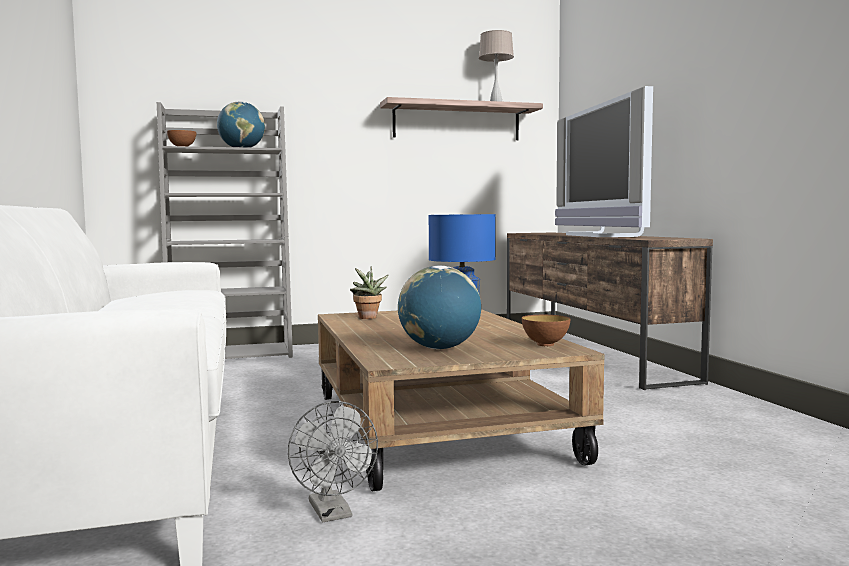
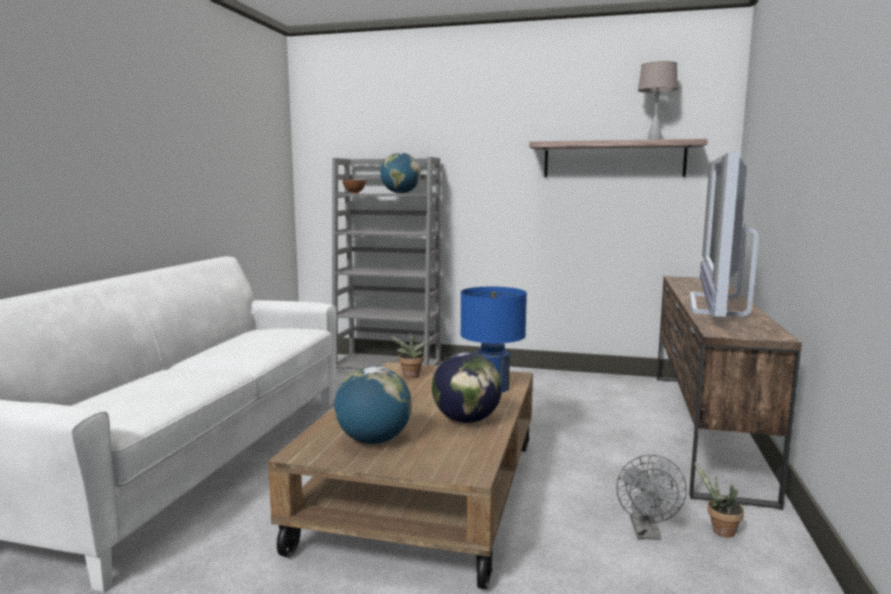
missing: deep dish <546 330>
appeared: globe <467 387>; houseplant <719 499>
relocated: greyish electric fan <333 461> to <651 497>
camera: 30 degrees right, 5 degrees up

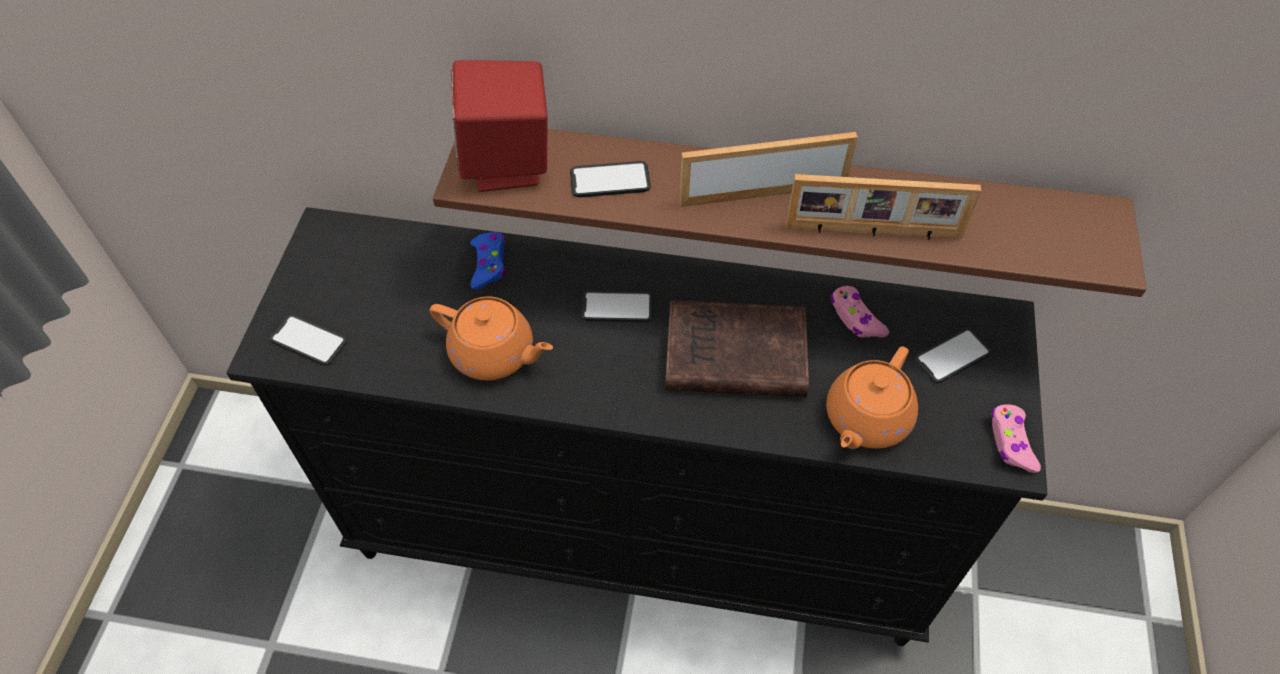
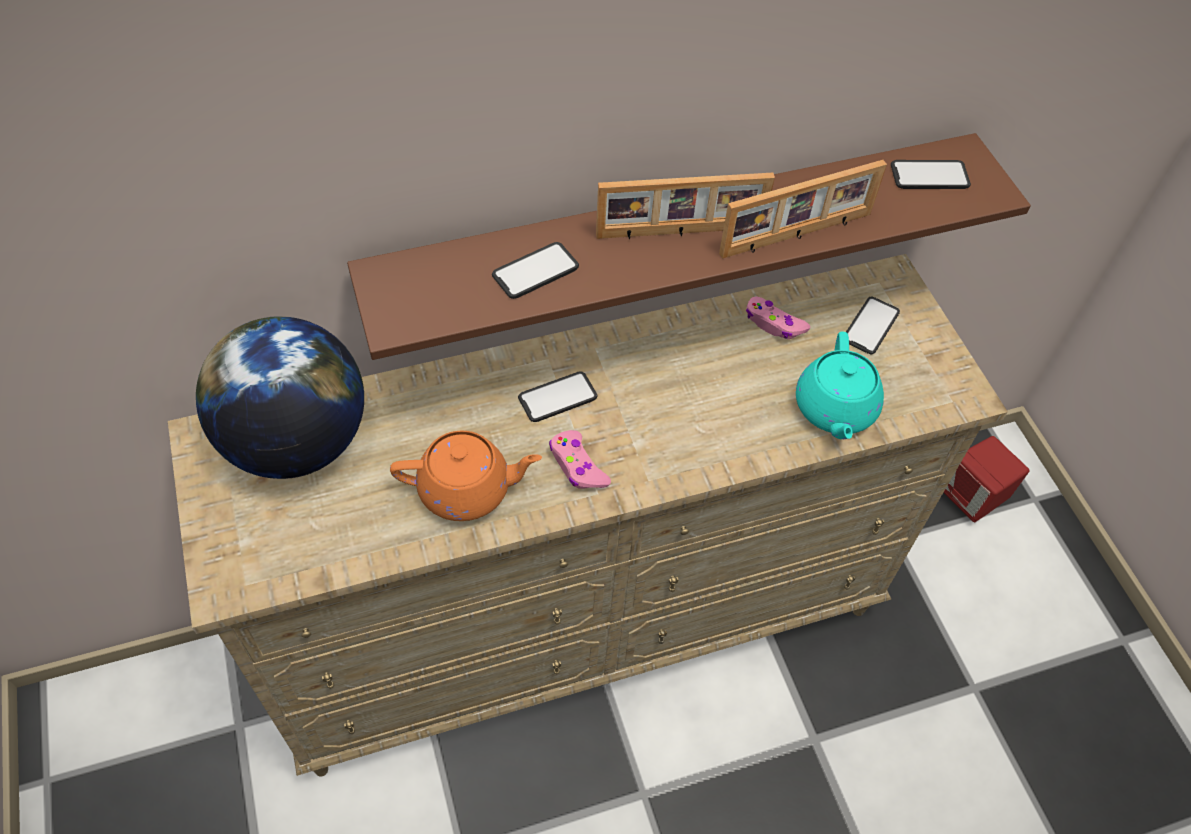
missing: bluish joypad <487 261>; brown volume <737 349>
appeared: globe <280 397>
relocated: handset <308 340> to <931 174>; red loudspeaker <499 126> to <986 479>; pinkish joypad <1016 438> to <580 459>
colour: blackish chest of drawers <637 426> to beige-coloured chest of drawers <588 515>; orangey teapot <872 397> to blue-green teapot <840 385>
spun: picture frame <768 169> = <685 206> 150 degrees counterclockwise
camera: 30 degrees left, 0 degrees up

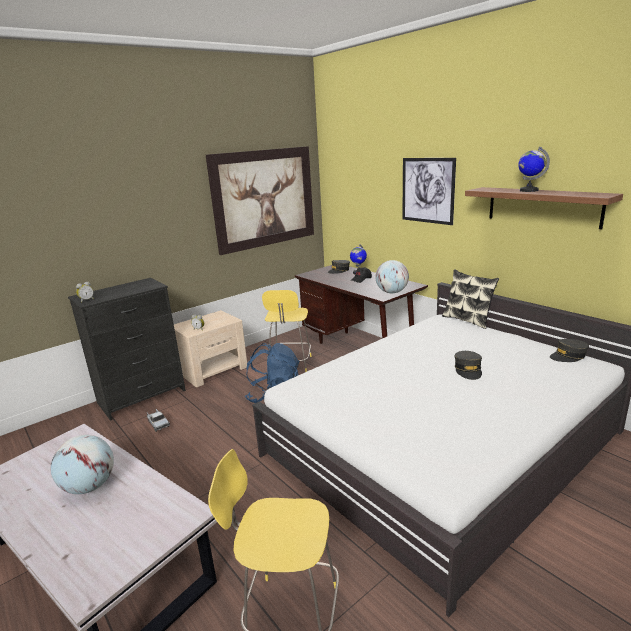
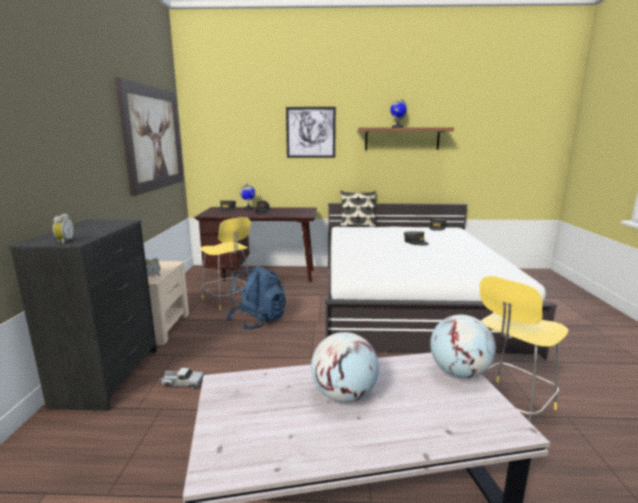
relocated: globe <392 276> to <463 346>
camera: 50 degrees left, 5 degrees down

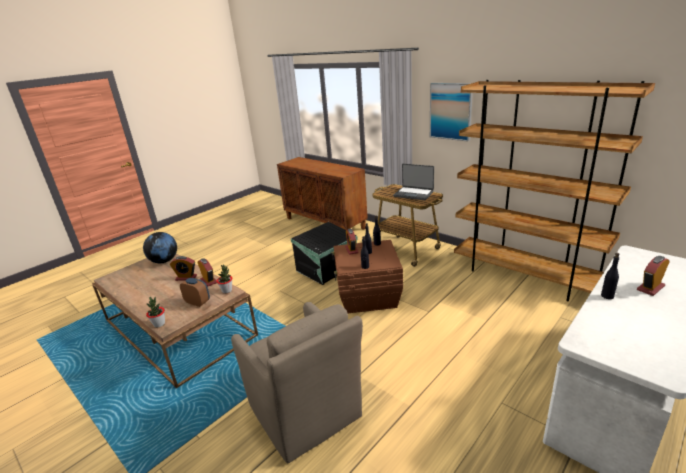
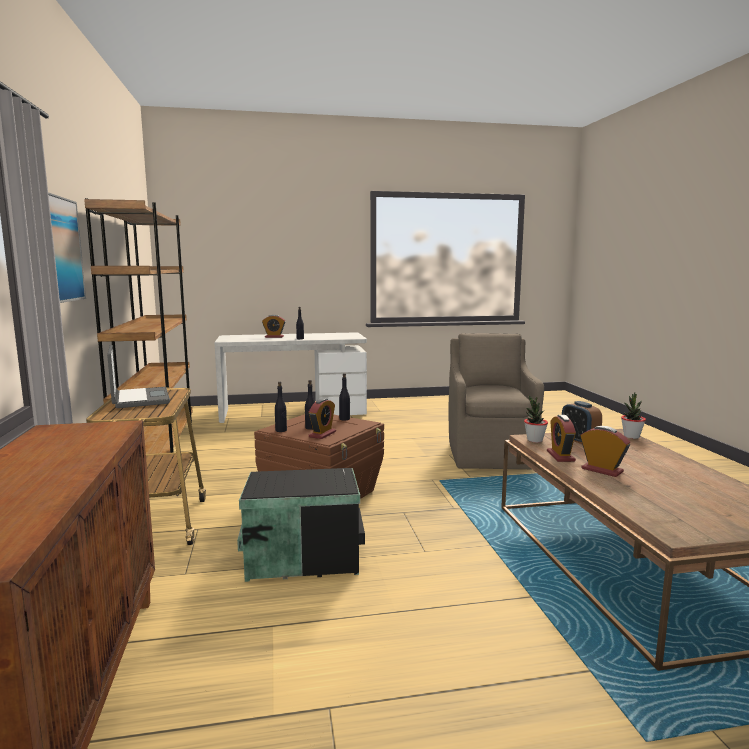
missing: globe <160 247>
camera: 145 degrees left, 15 degrees down

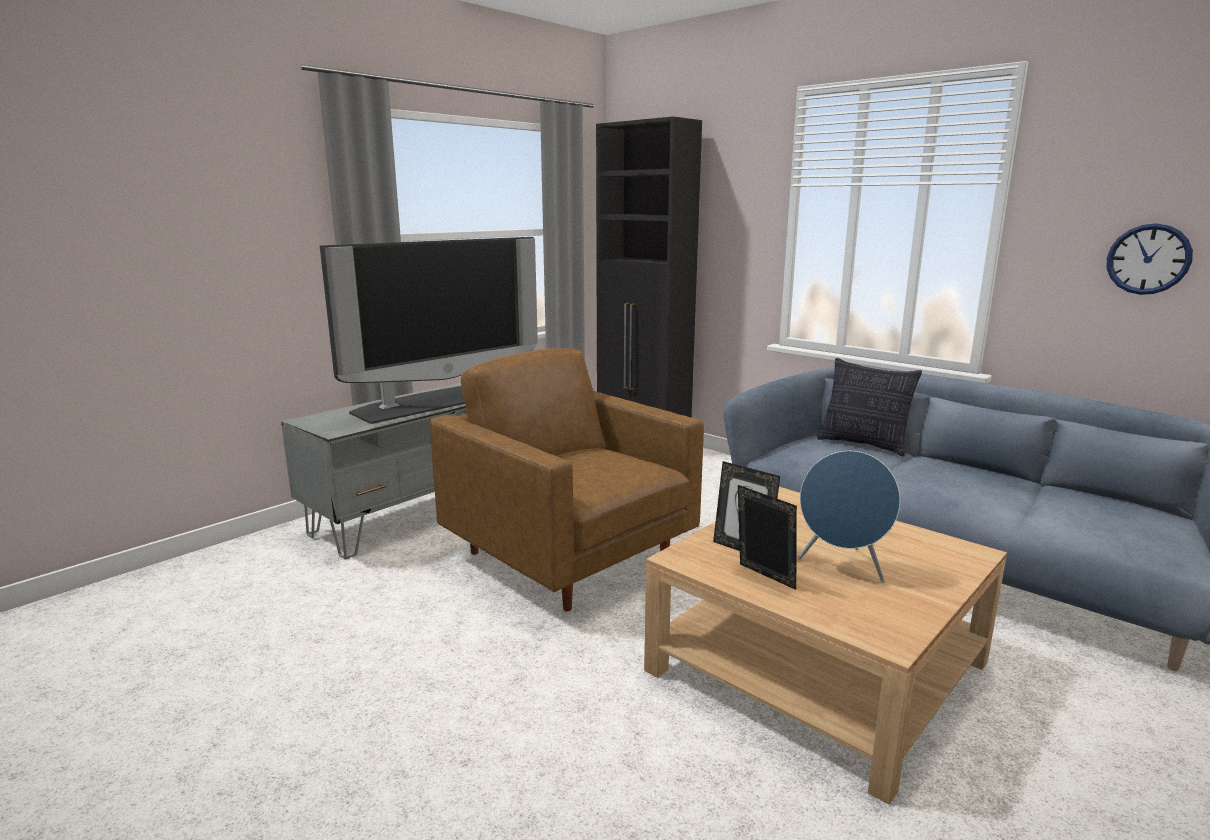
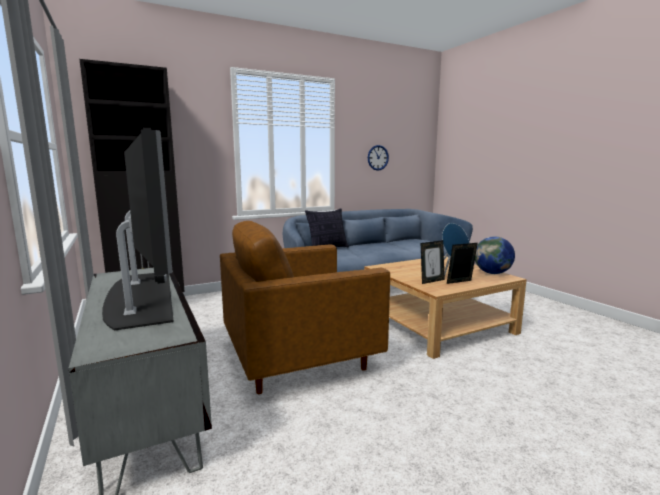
appeared: globe <495 255>
camera: 70 degrees left, 5 degrees down

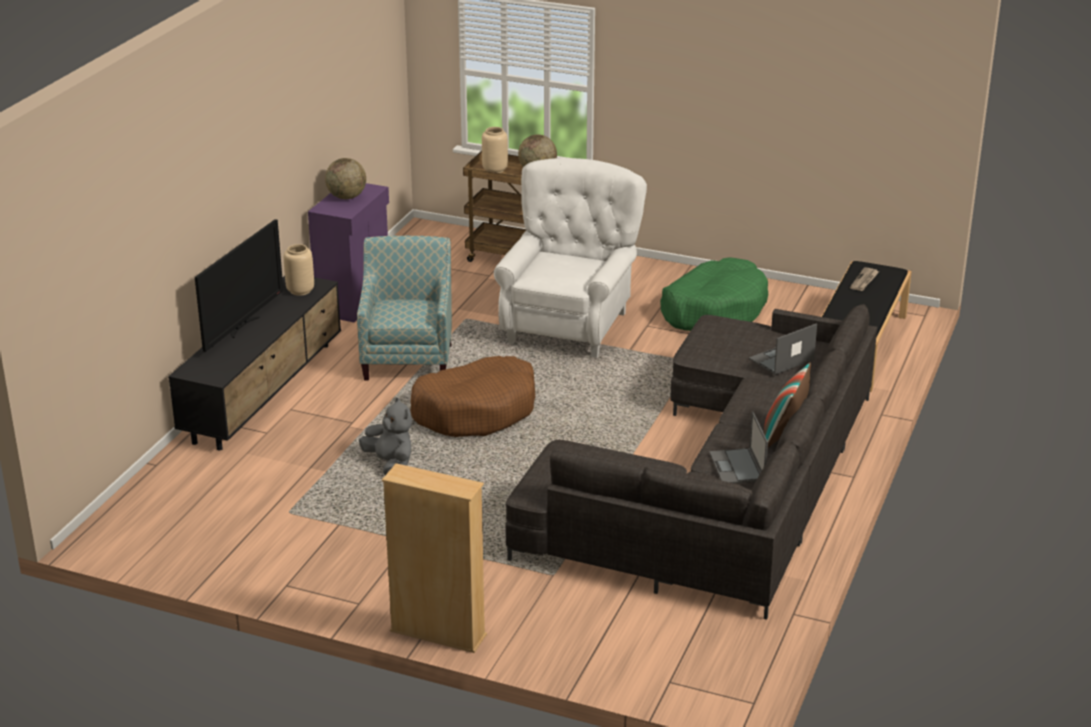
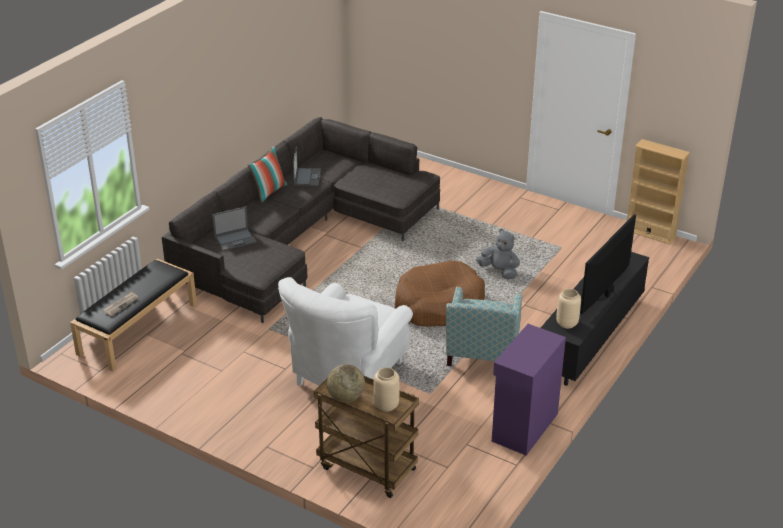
missing: globe <345 178>; green-coloured dog cushion <714 294>
relocated: beige-coloured bookshelf <434 558> to <658 192>
spun: greyish soft toy <385 436> = <498 254> 150 degrees clockwise
camera: 170 degrees left, 5 degrees up

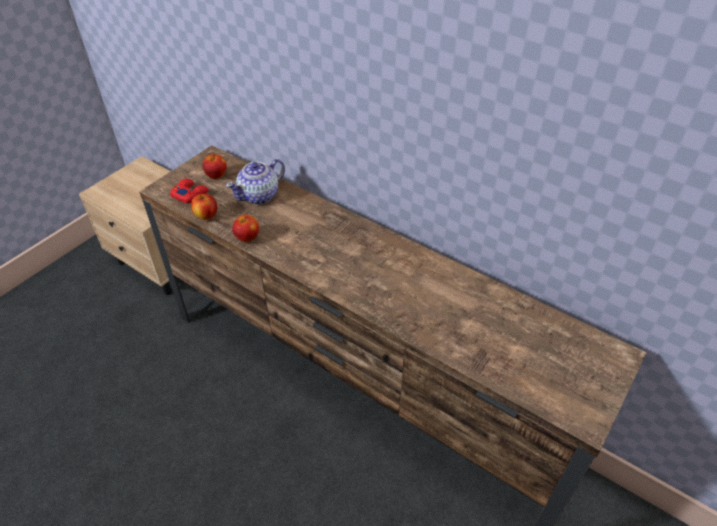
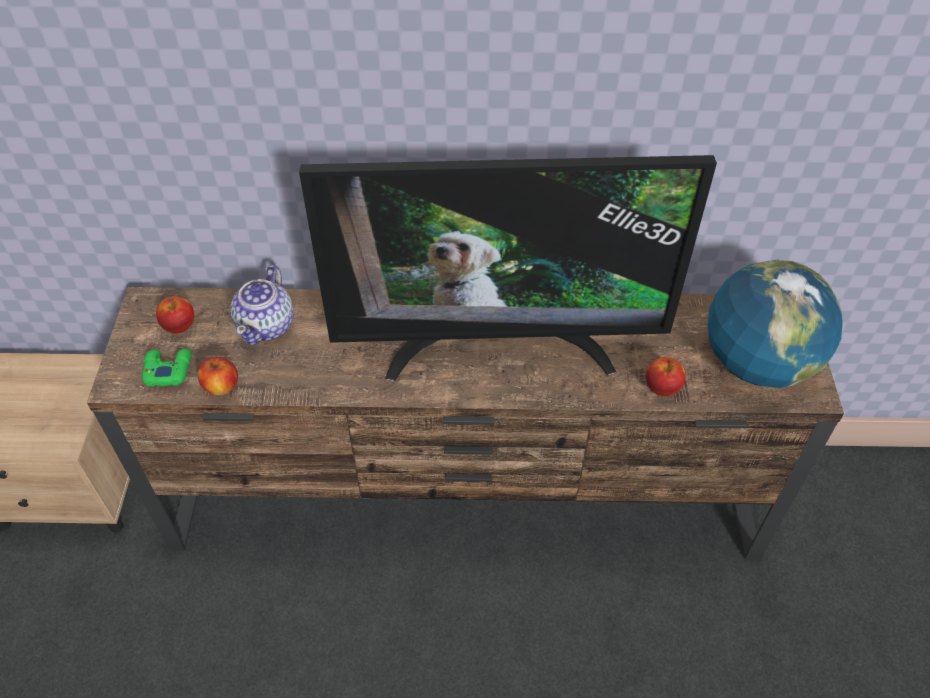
appeared: TV <508 268>; globe <775 323>
relocated: apple fruit <245 228> to <666 376>
colour: red joypad <189 191> to green-coloured joypad <167 367>
camera: 35 degrees left, 5 degrees up

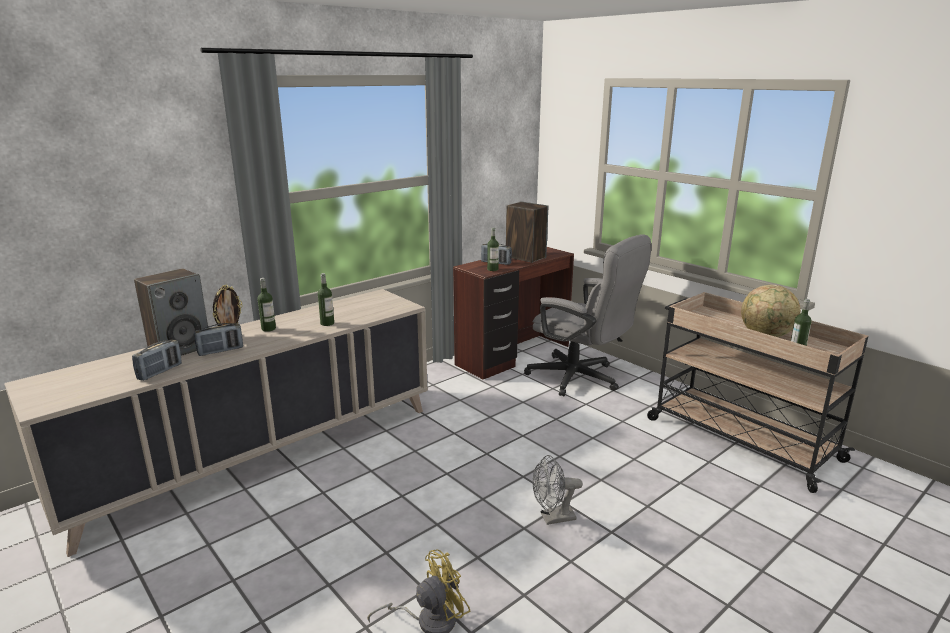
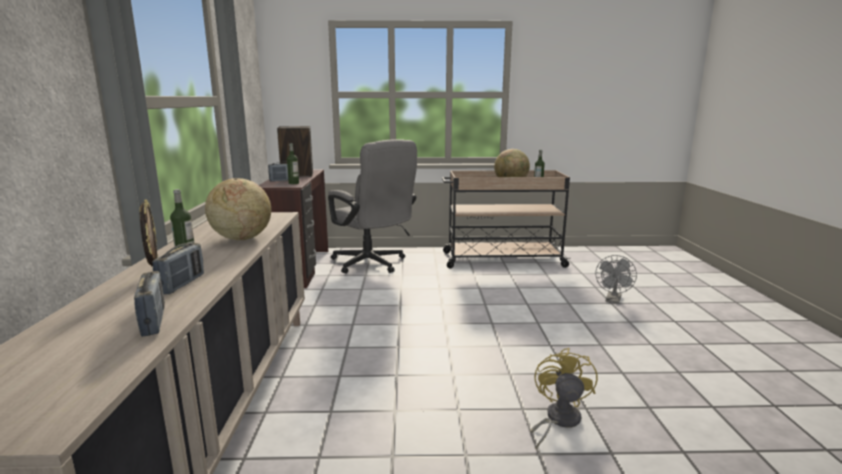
missing: loudspeaker <171 312>
relocated: greyish electric fan <558 490> to <616 279>
exchanged: beverage bottle <326 299> to globe <238 209>
spun: greyish computer chair <588 315> = <372 206> 60 degrees clockwise
camera: 50 degrees left, 5 degrees down

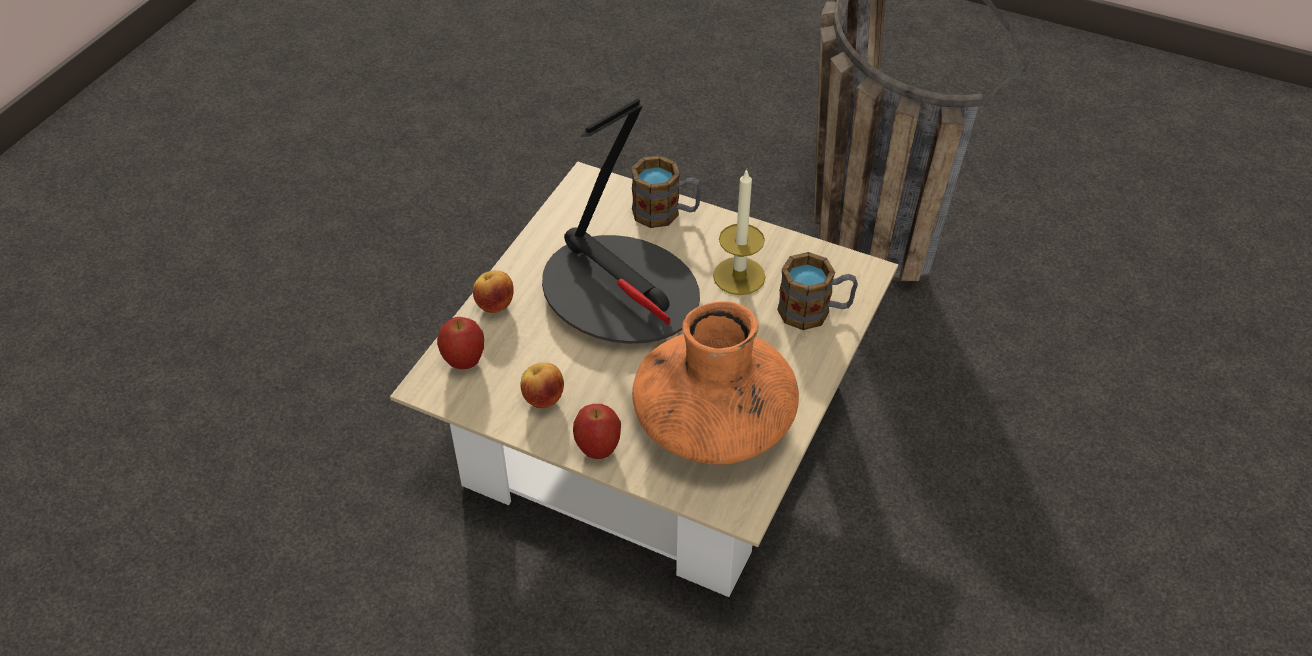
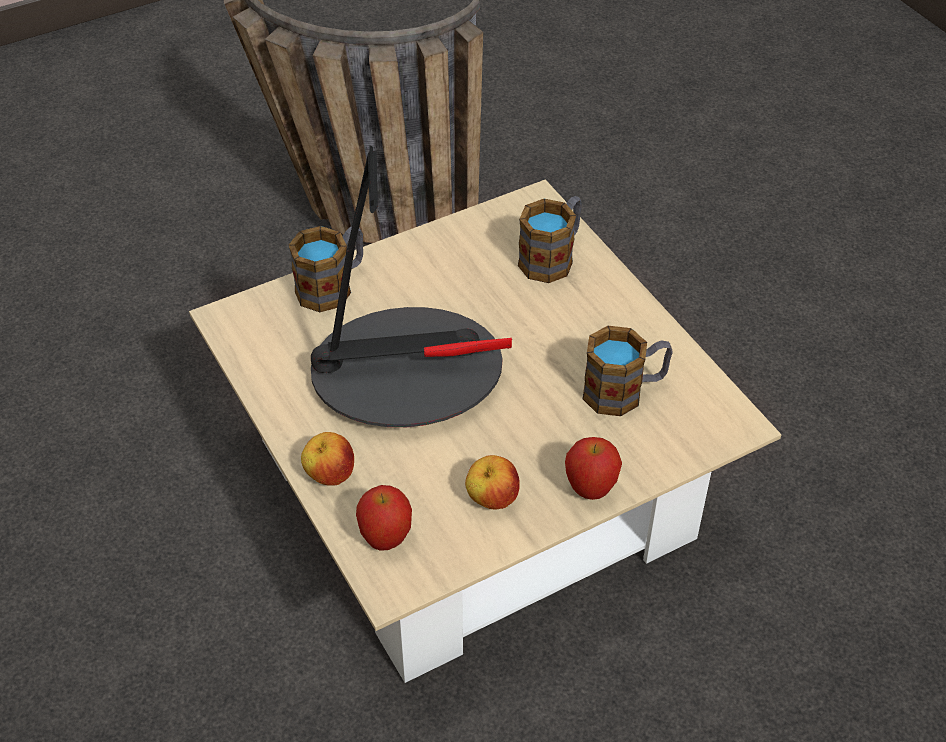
missing: candle <739 232>
exchanged: orangey flower vase <715 383> to tea mug <627 371>
camera: 55 degrees left, 0 degrees up

